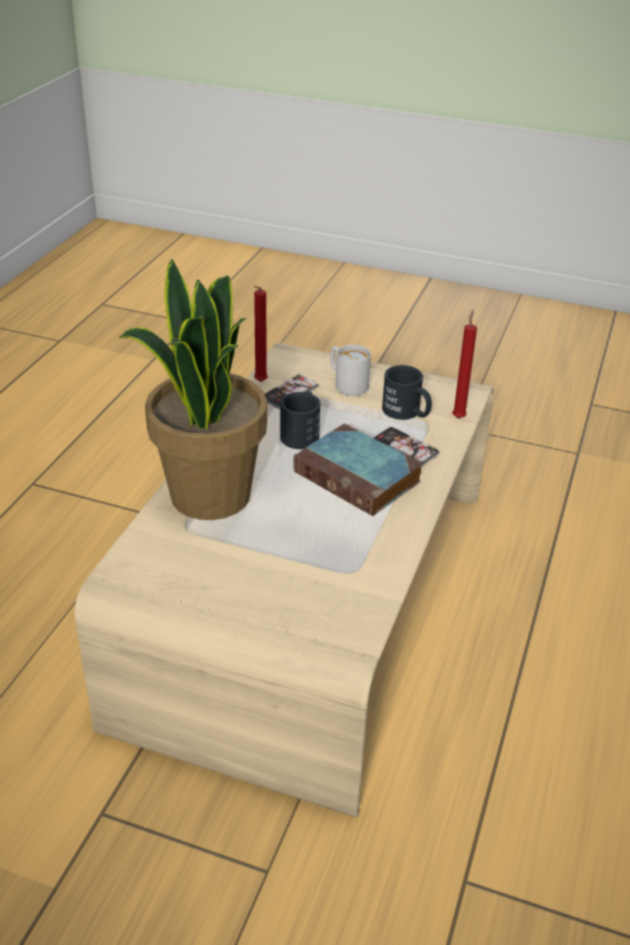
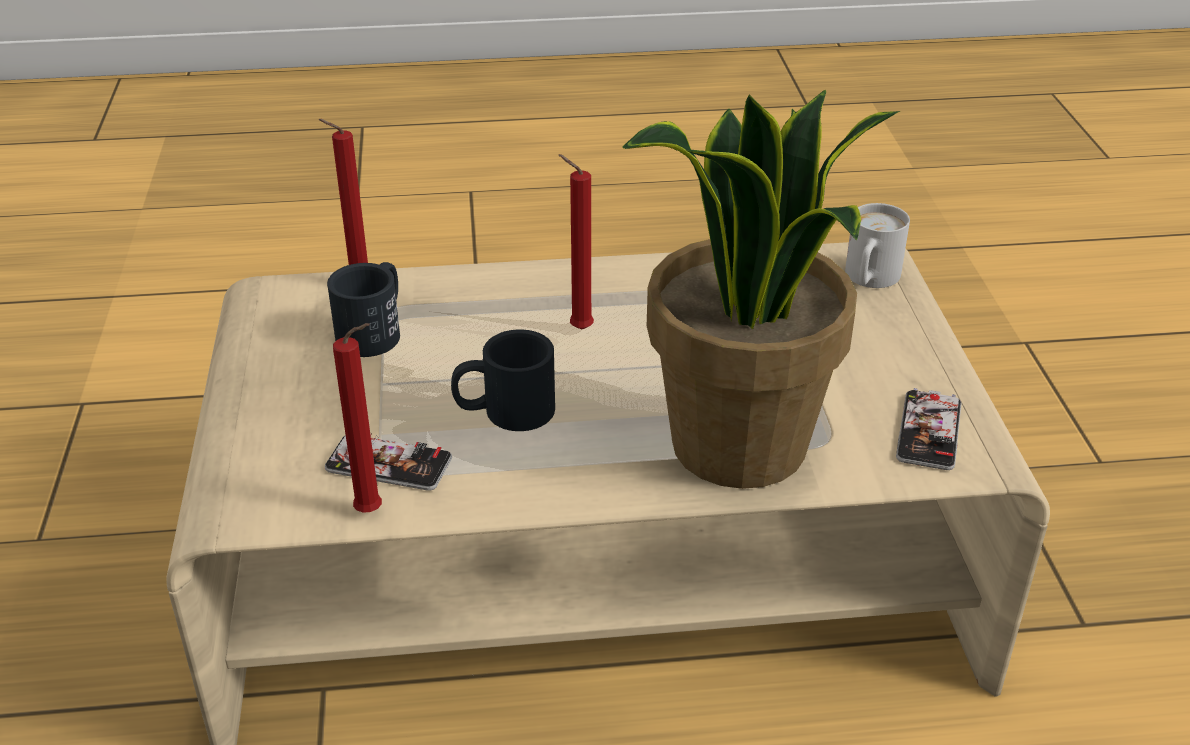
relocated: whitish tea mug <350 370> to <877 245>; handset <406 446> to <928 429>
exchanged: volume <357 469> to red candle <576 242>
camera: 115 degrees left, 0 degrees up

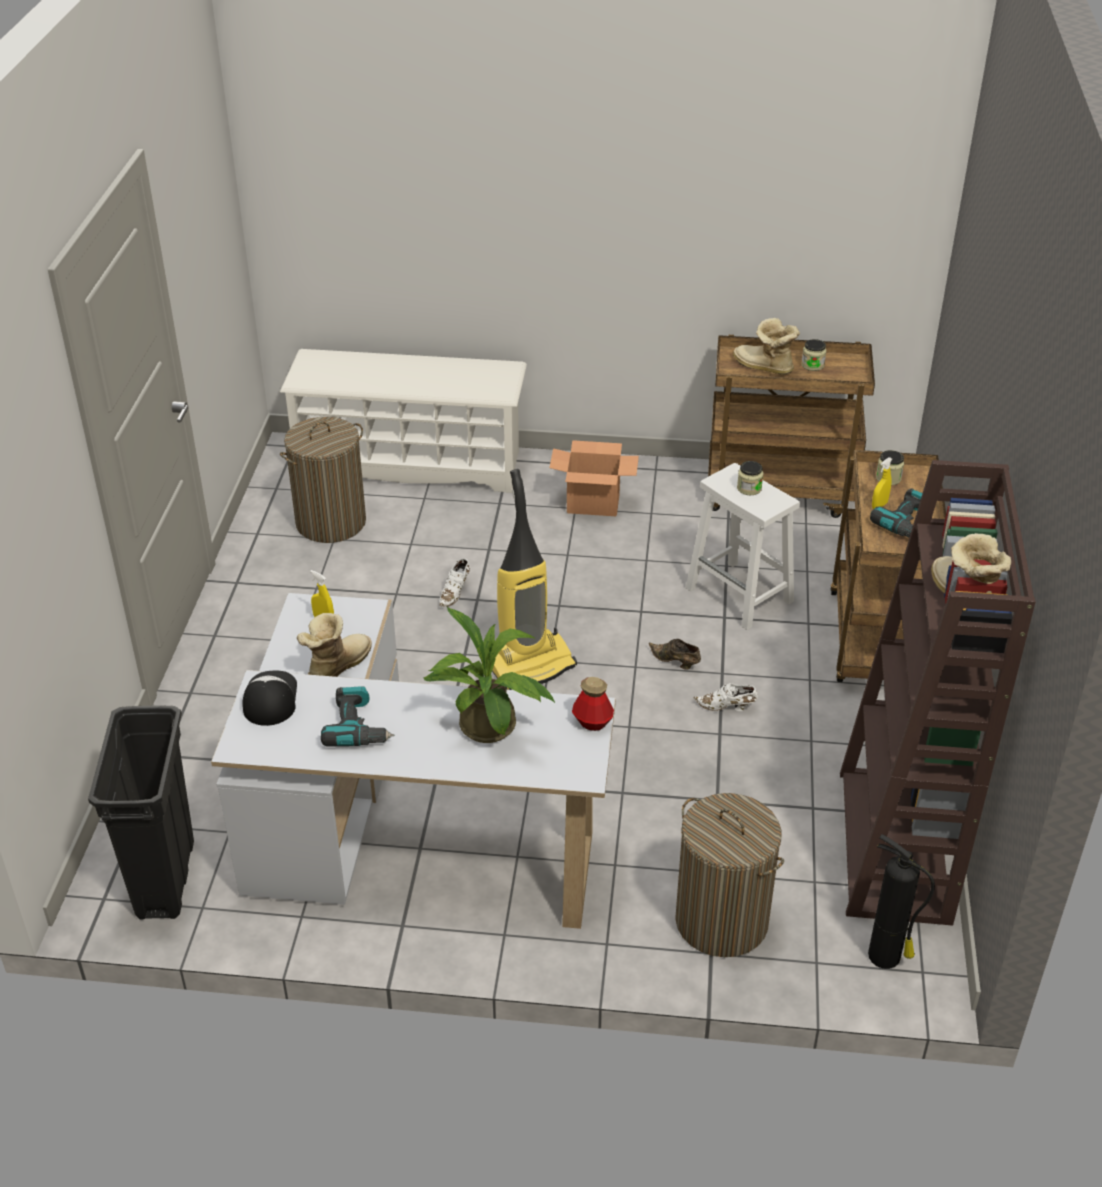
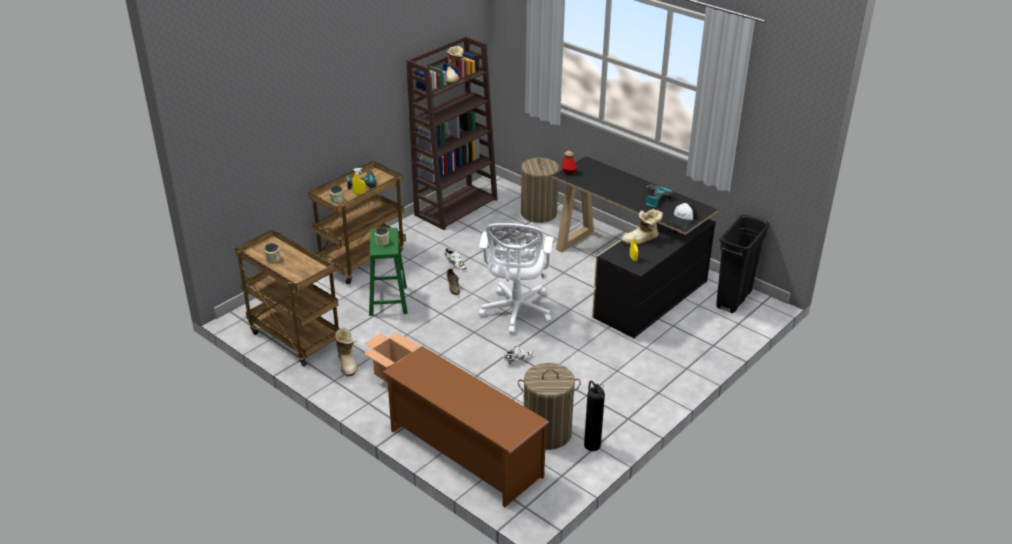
missing: houseplant <489 674>
relocated: tall boot <766 346> to <346 352>; fire-fighting cylinder <901 901> to <594 415>
exchanged: vacuum <534 579> to whitish computer chair <515 278>
colour: whitish desk unit <413 761> to blackish desk unit <635 247>; whitish shoe stand <403 421> to brown shoe stand <465 426>; whitish sitting stool <743 546> to green-coloured sitting stool <388 272>
camera: 145 degrees left, 5 degrees down

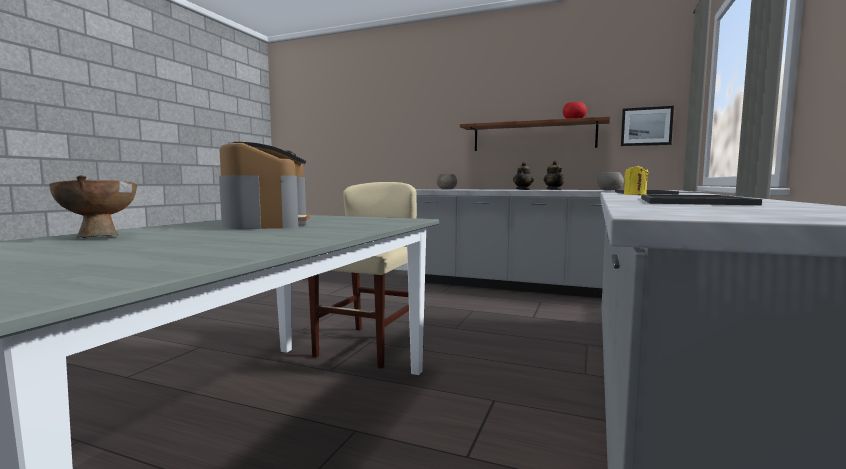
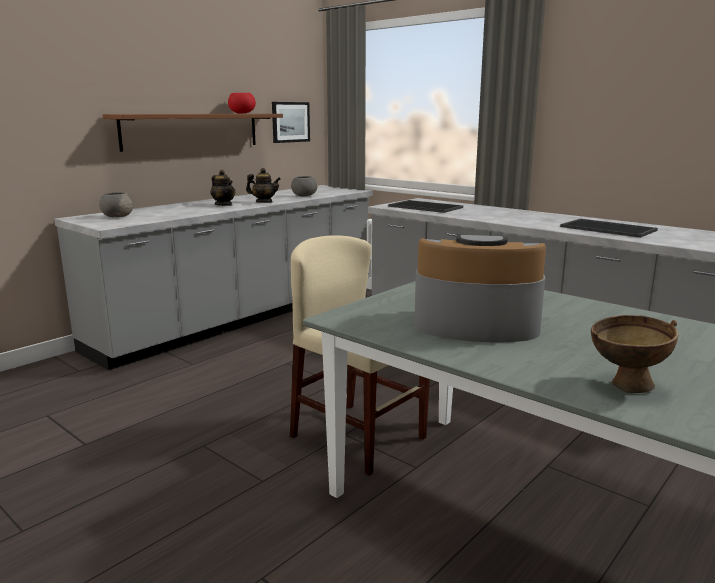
missing: yellowish candle <636 180>
camera: 70 degrees left, 10 degrees up

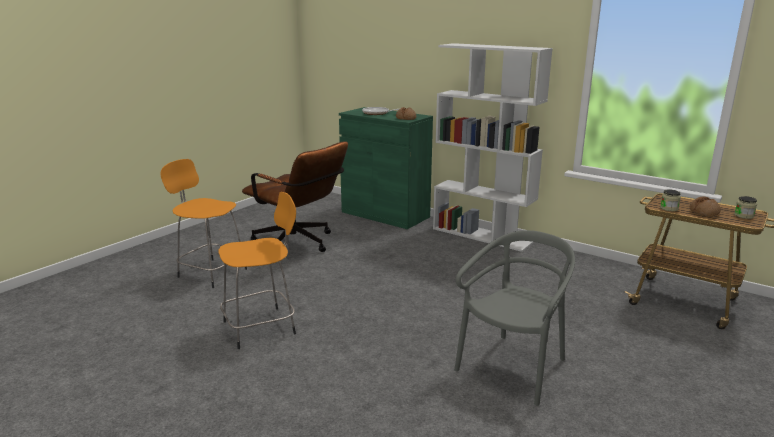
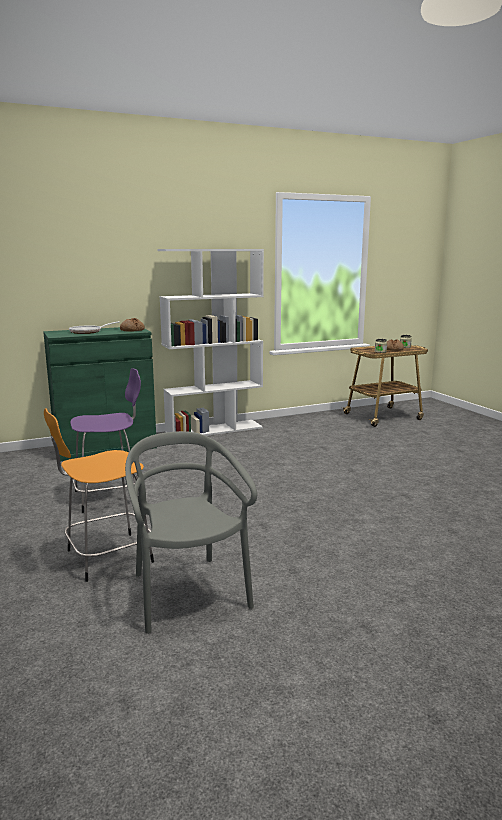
missing: orangey sitting stool <257 270>
relocated: greyish upright chair <514 318> to <191 532>
exchanged: brown computer chair <295 197> to purple-coloured sitting stool <105 440>
camera: 60 degrees left, 5 degrees down

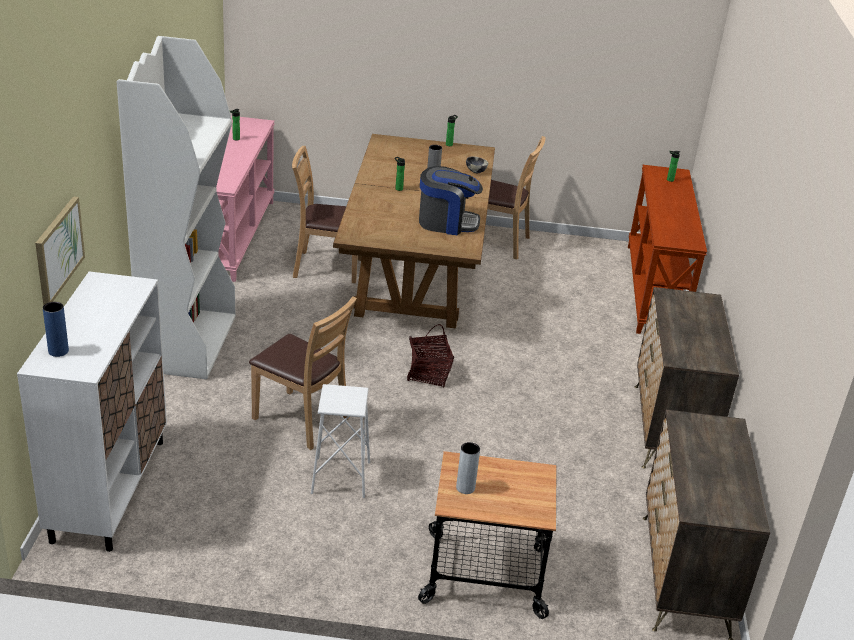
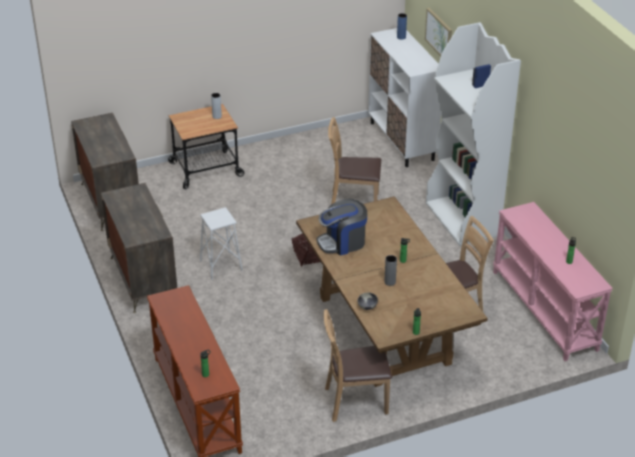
relocated: whitish sitting stool <340 441> to <221 243>
camera: 155 degrees right, 5 degrees up

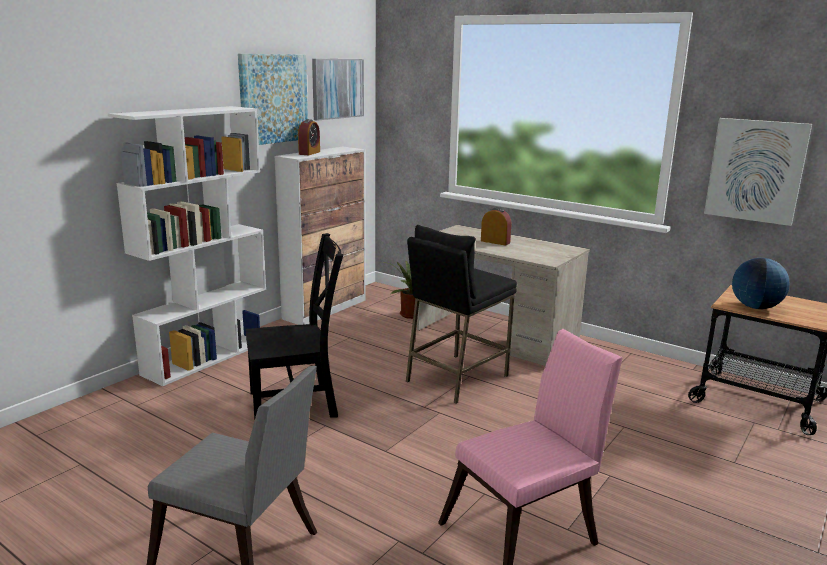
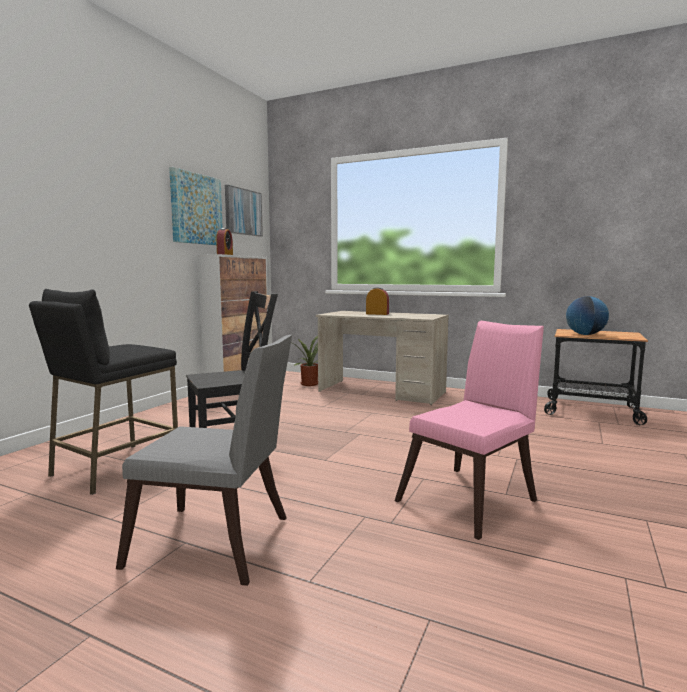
missing: whitish bookshelf <187 246>; picture <758 172>
relocated: blackish sitting stool <461 314> to <103 392>
camera: 10 degrees left, 10 degrees down

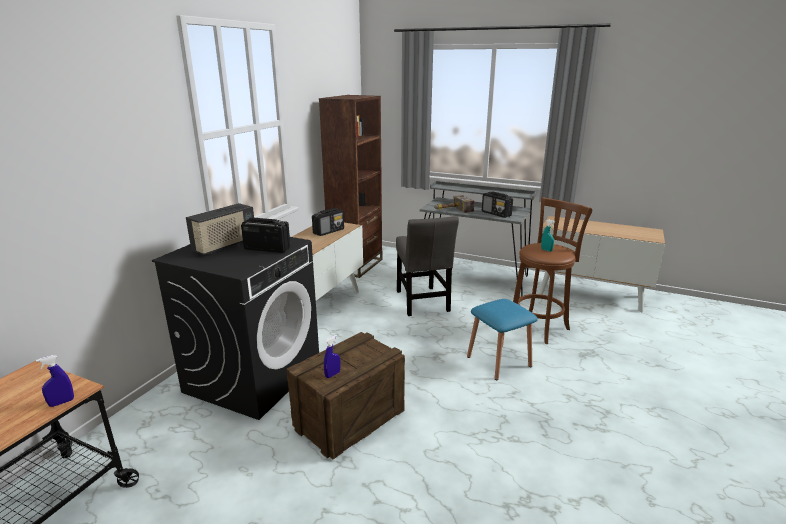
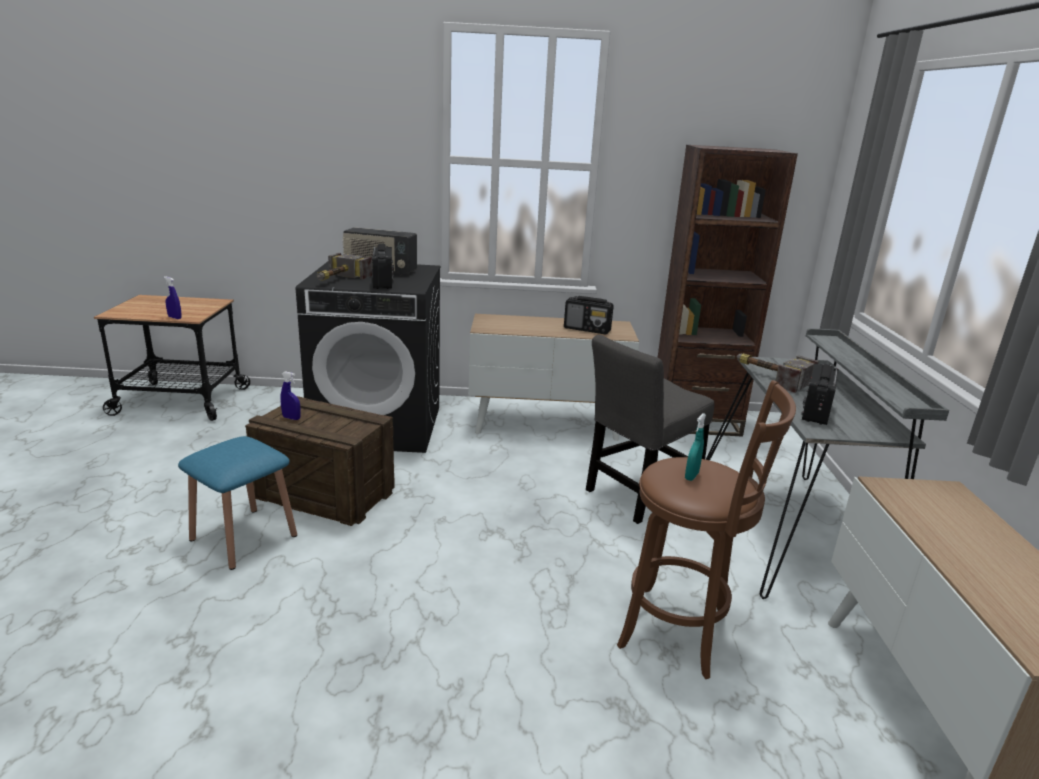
appeared: hammer <344 267>
relocated: bluish sitting stool <502 340> to <237 503>
camera: 65 degrees right, 0 degrees up

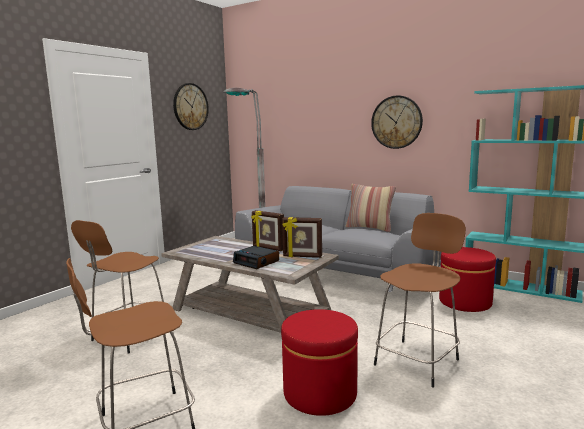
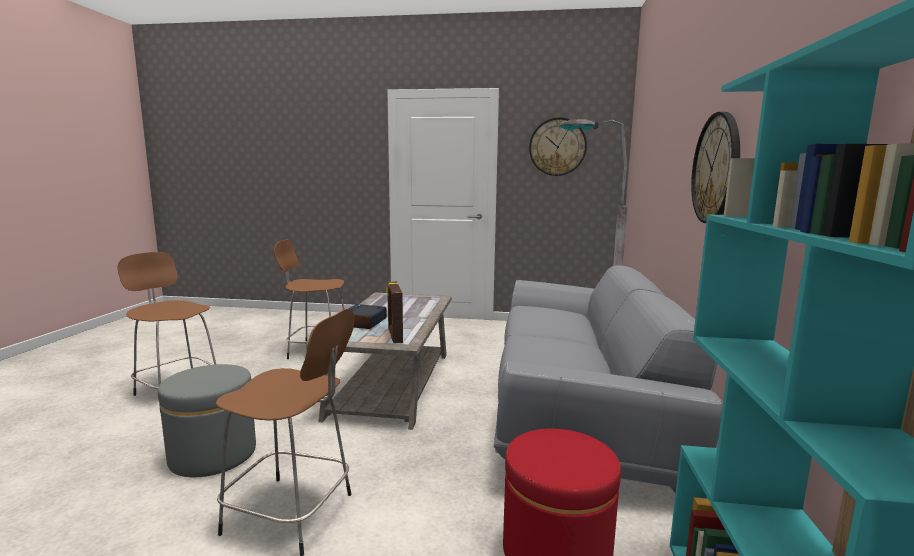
missing: picture frame <267 230>; throw pillow <371 208>
colour: red pouffe <319 362> to greyish pouffe <207 420>
camera: 65 degrees right, 0 degrees up

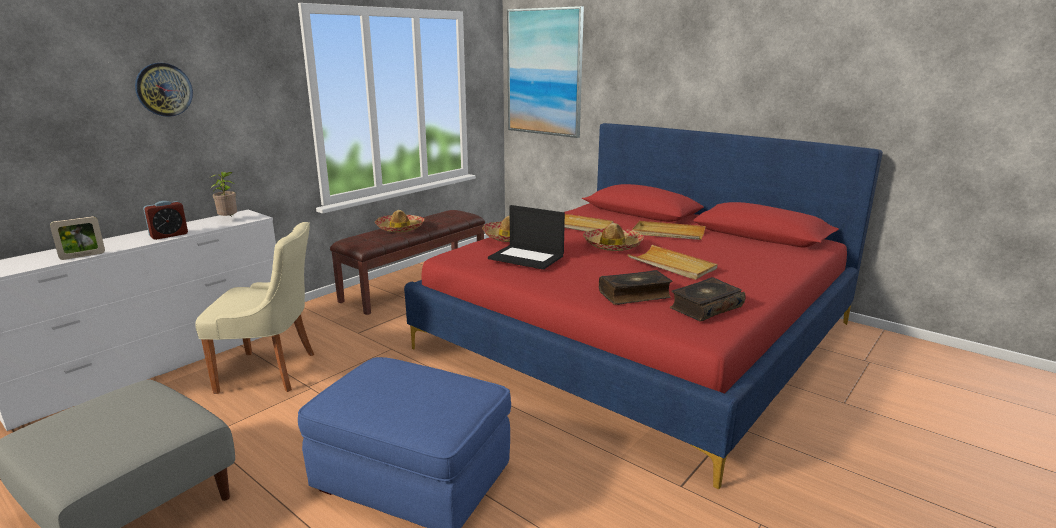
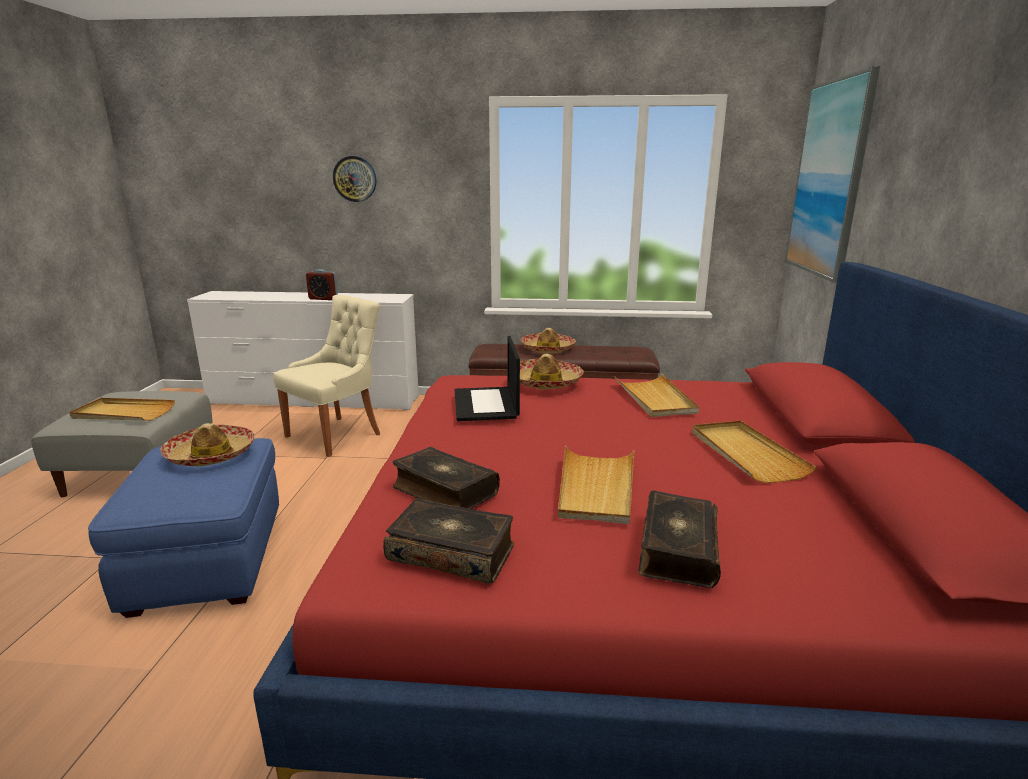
missing: picture frame <77 238>; houseplant <224 194>
appeared: beige-coloured serving tray <122 409>; volume <679 539>
relocated: clothing hat <613 237> to <207 444>
spun: beige-coloured upright chair <254 308> = <326 376> 105 degrees counterclockwise
camera: 55 degrees right, 0 degrees up

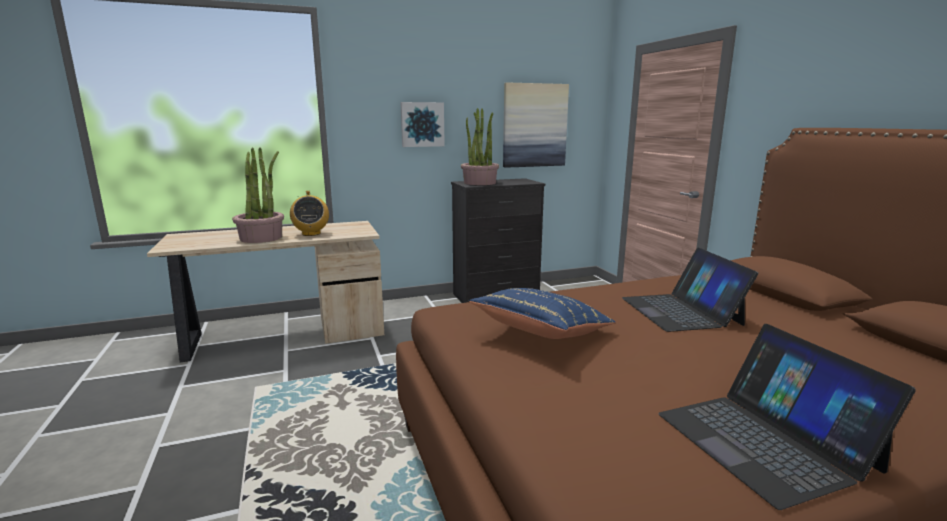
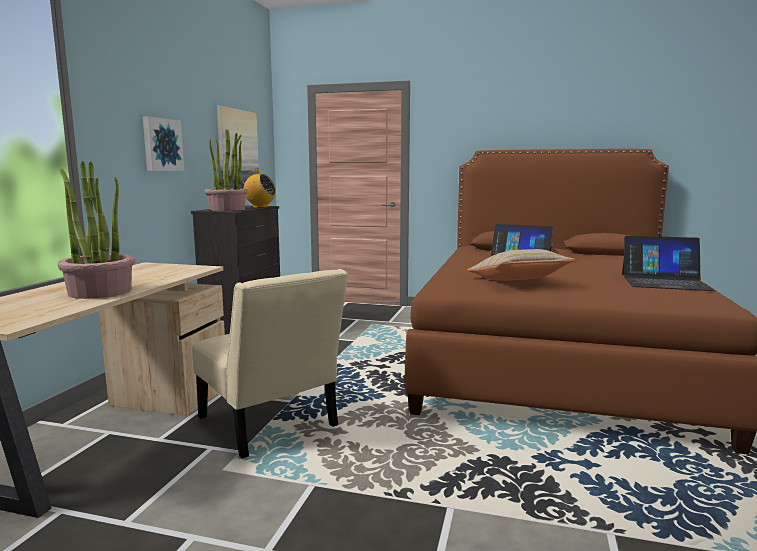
appeared: beige-coloured upright chair <270 364>
relocated: radio set <309 213> to <258 189>
colour: bluish throw pillow <542 313> to beige-coloured throw pillow <521 265>
camera: 55 degrees left, 5 degrees down

